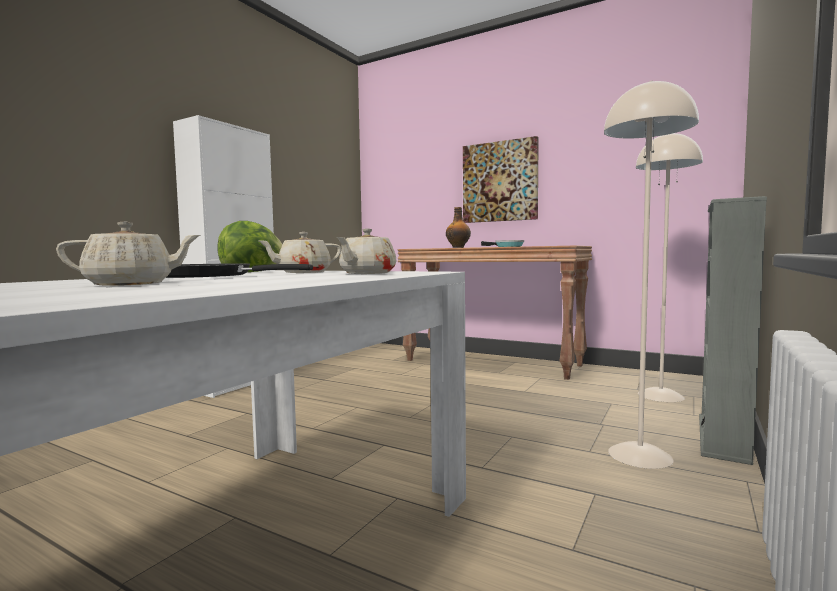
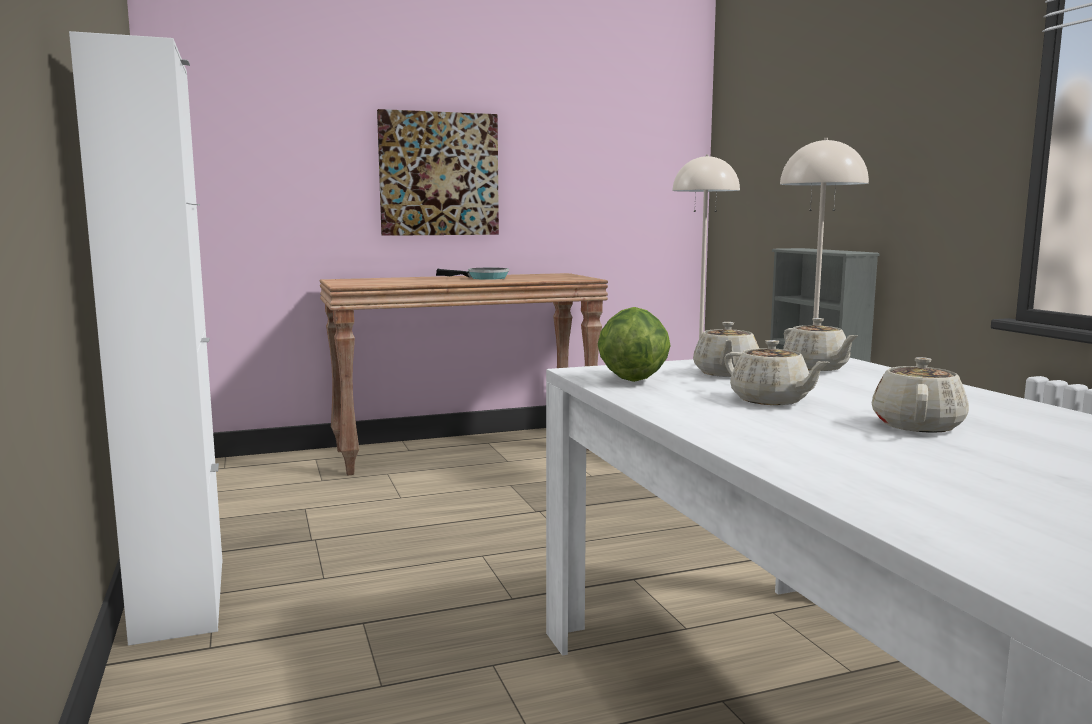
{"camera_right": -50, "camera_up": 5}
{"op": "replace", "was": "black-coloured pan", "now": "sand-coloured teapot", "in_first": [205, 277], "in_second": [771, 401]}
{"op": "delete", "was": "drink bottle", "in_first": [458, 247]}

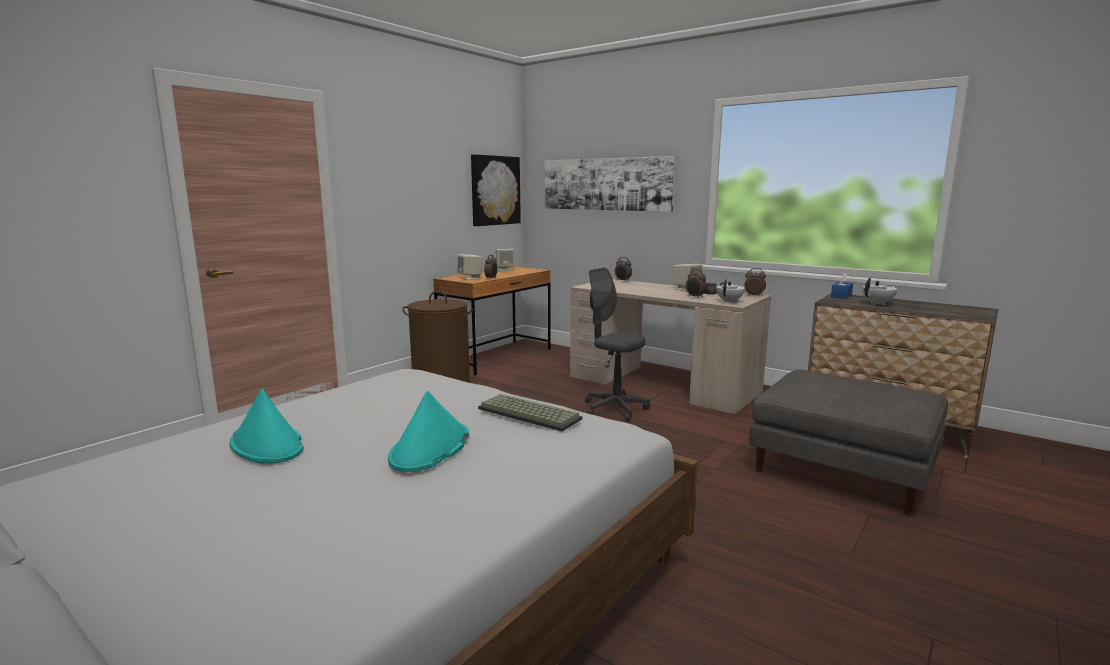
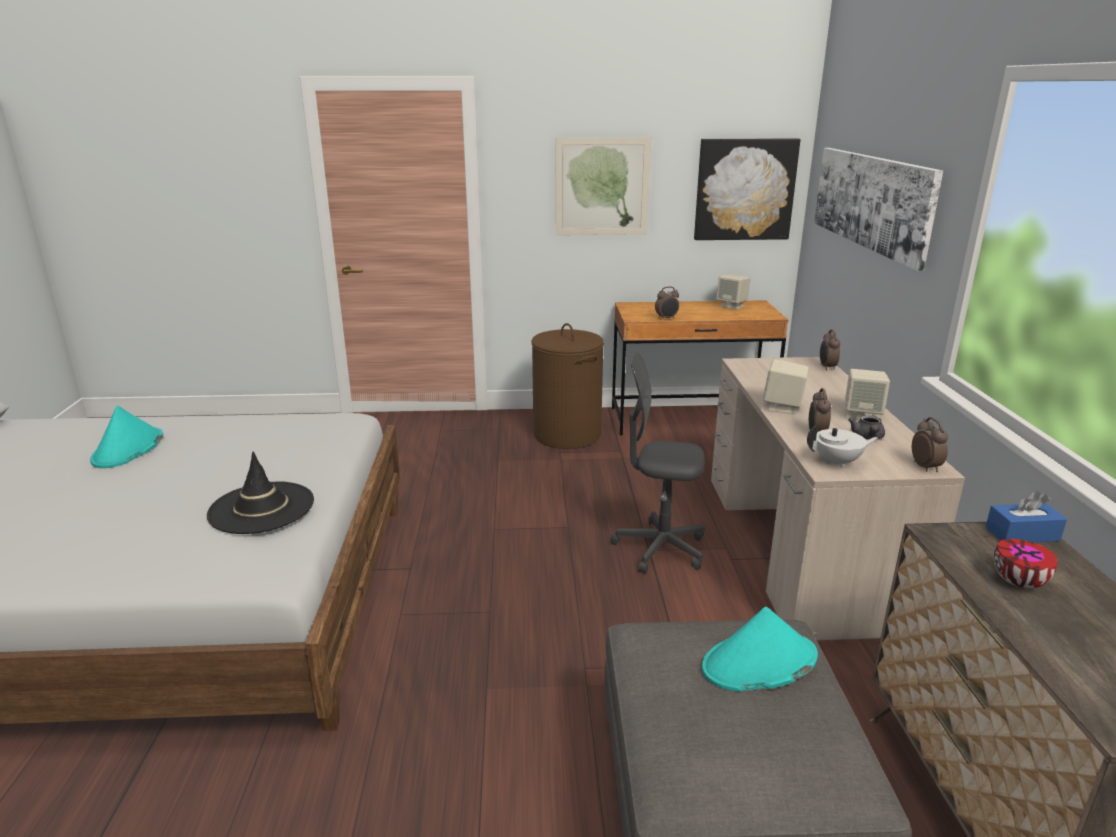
{"camera_right": 50, "camera_up": 10}
{"op": "replace", "was": "keyboard", "now": "black-coloured clothing hat", "in_first": [527, 414], "in_second": [261, 508]}
{"op": "insert", "now": "wall art", "in_second": [602, 187]}
{"op": "rotate", "was": "gray office chair", "in_first": [614, 409], "in_second": [660, 548], "clockwise": -75}
{"op": "move", "was": "blue-green clothing hat", "in_first": [430, 448], "in_second": [759, 663]}
{"op": "move", "was": "sand-coloured loudspeaker", "in_first": [470, 278], "in_second": [783, 407]}
{"op": "replace", "was": "white teapot", "now": "serving bowl", "in_first": [878, 303], "in_second": [1019, 583]}

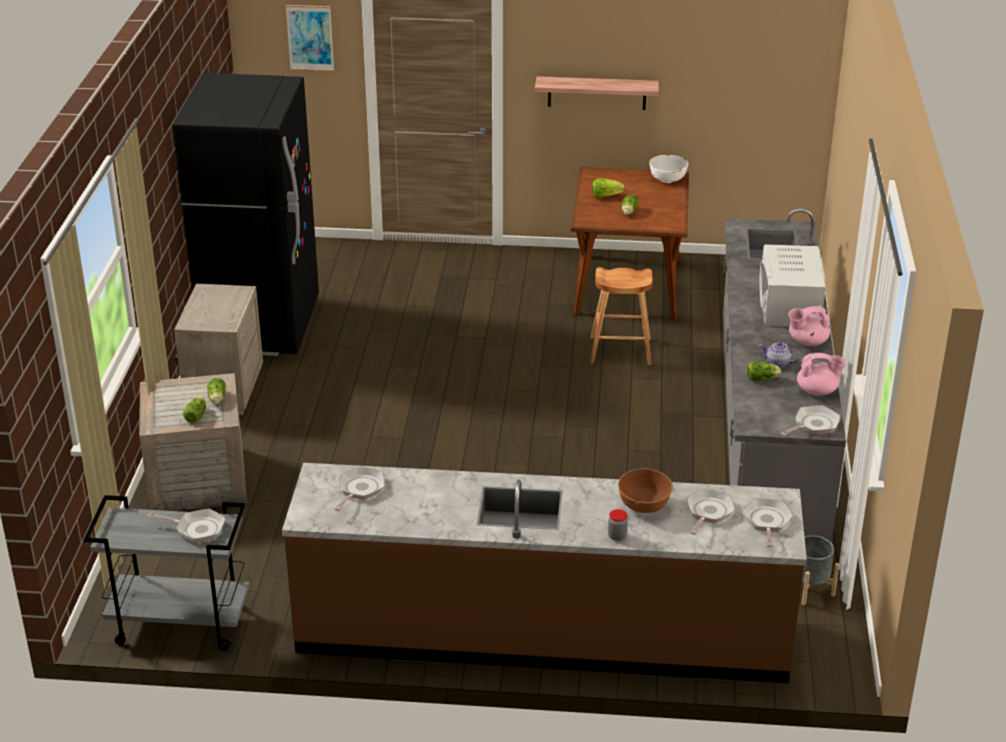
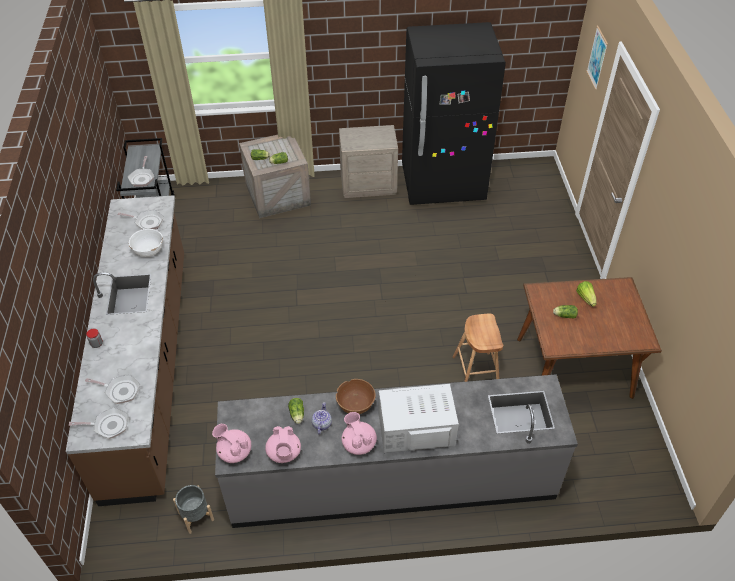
{"camera_right": 80, "camera_up": 15}
{"op": "move", "was": "white serving bowl", "in_first": [667, 179], "in_second": [148, 250]}
{"op": "replace", "was": "pan", "now": "pink-coloured teapot", "in_first": [813, 425], "in_second": [234, 451]}
{"op": "move", "was": "brown serving bowl", "in_first": [644, 505], "in_second": [355, 404]}
{"op": "delete", "was": "bracket shelf", "in_first": [597, 93]}

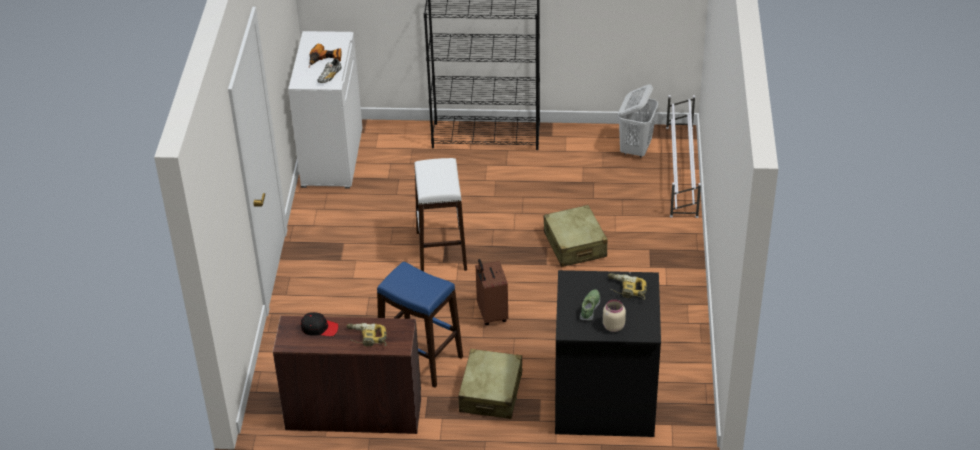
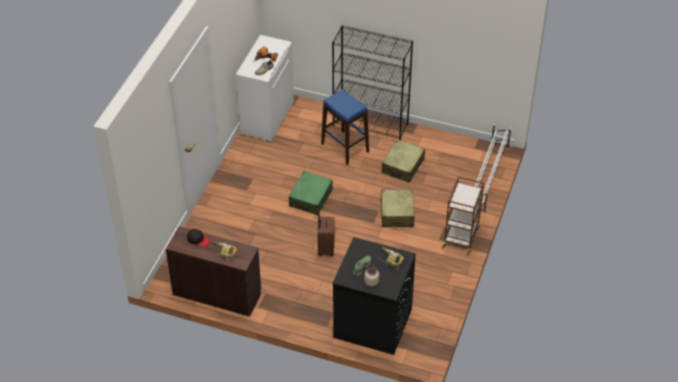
{"camera_right": 15, "camera_up": 5}
{"op": "replace", "was": "white sitting stool", "now": "green-coloured suitcase", "in_first": [441, 250], "in_second": [311, 198]}
{"op": "move", "was": "blue-coloured sitting stool", "in_first": [420, 359], "in_second": [344, 148]}
{"op": "move", "was": "sand-coloured suitcase", "in_first": [491, 392], "in_second": [403, 166]}
{"op": "insert", "now": "brown cart", "in_second": [461, 237]}
{"op": "delete", "was": "white laundry basket", "in_first": [636, 149]}

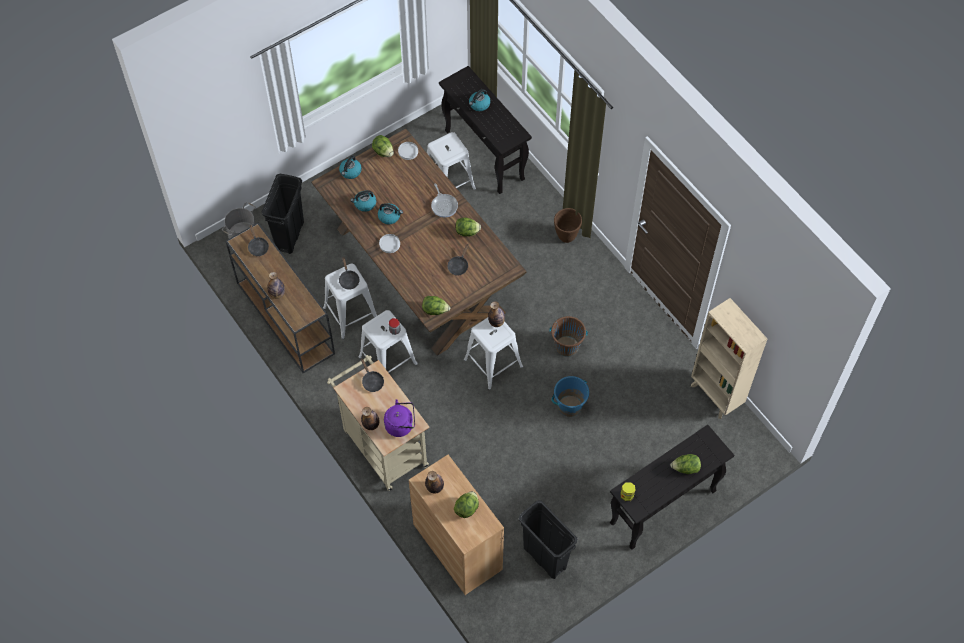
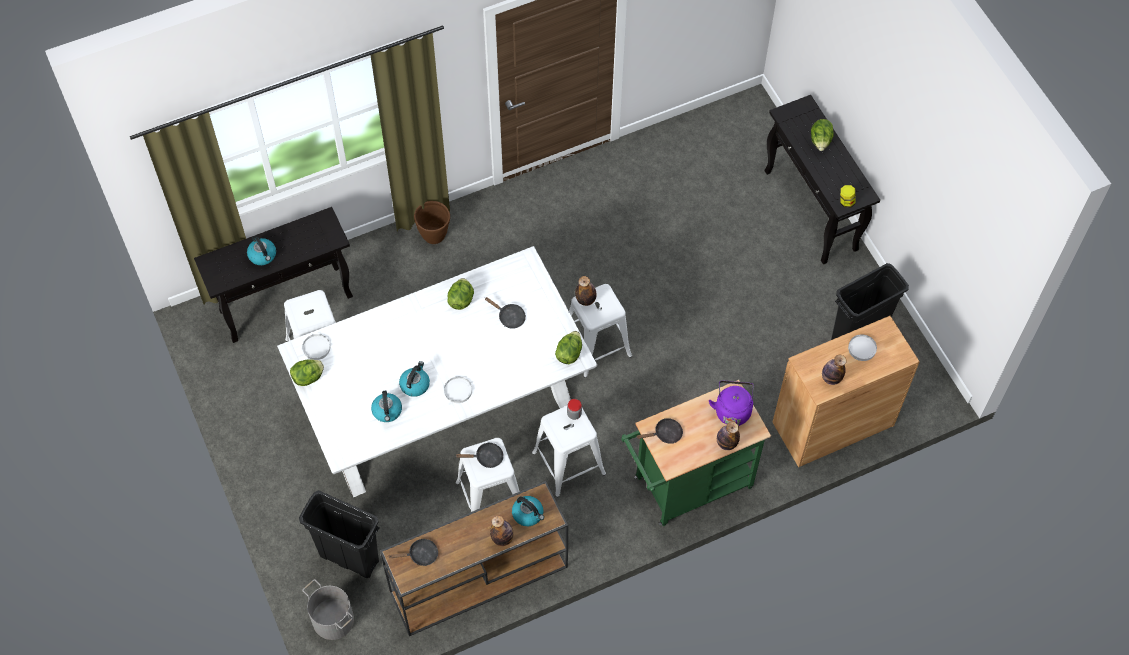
{"camera_right": -80, "camera_up": 0}
{"op": "recolor", "was": "brown dining table", "now": "white dining table", "in_first": [419, 269], "in_second": [442, 407]}
{"op": "move", "was": "tea kettle", "in_first": [350, 172], "in_second": [528, 514]}
{"op": "recolor", "was": "sand-coloured cart", "now": "green-coloured cart", "in_first": [382, 444], "in_second": [686, 486]}
{"op": "replace", "was": "head of lettuce", "now": "white flat dish", "in_first": [467, 508], "in_second": [862, 348]}
{"op": "delete", "was": "pan", "in_first": [444, 205]}
{"op": "delete", "was": "brown bucket", "in_first": [567, 346]}
{"op": "delete", "was": "blue-coloured bucket", "in_first": [569, 406]}
{"op": "delete", "was": "sand-coloured bookshelf", "in_first": [716, 396]}

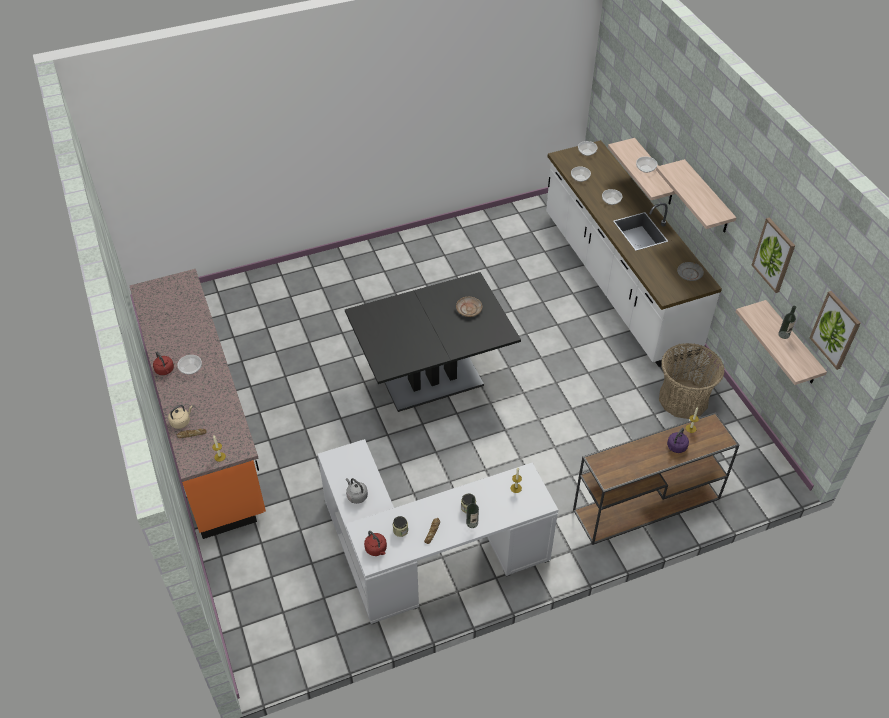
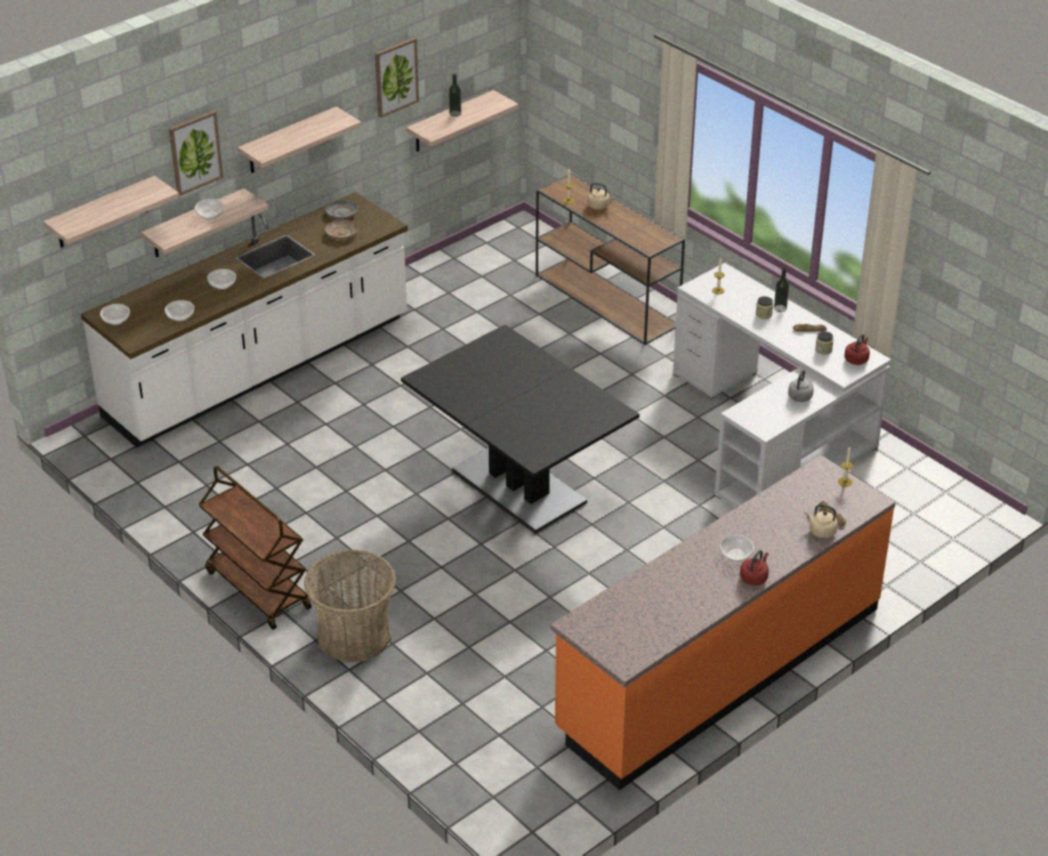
{"camera_right": -110, "camera_up": -10}
{"op": "insert", "now": "bracket shelf", "in_second": [102, 213]}
{"op": "move", "was": "wall art", "in_first": [835, 330], "in_second": [195, 152]}
{"op": "insert", "now": "brown cart", "in_second": [257, 589]}
{"op": "move", "was": "storage basket", "in_first": [683, 399], "in_second": [354, 636]}
{"op": "move", "was": "sand-coloured flat dish", "in_first": [469, 309], "in_second": [341, 234]}
{"op": "recolor", "was": "purple tea kettle", "now": "sand-coloured tea kettle", "in_first": [676, 447], "in_second": [599, 206]}

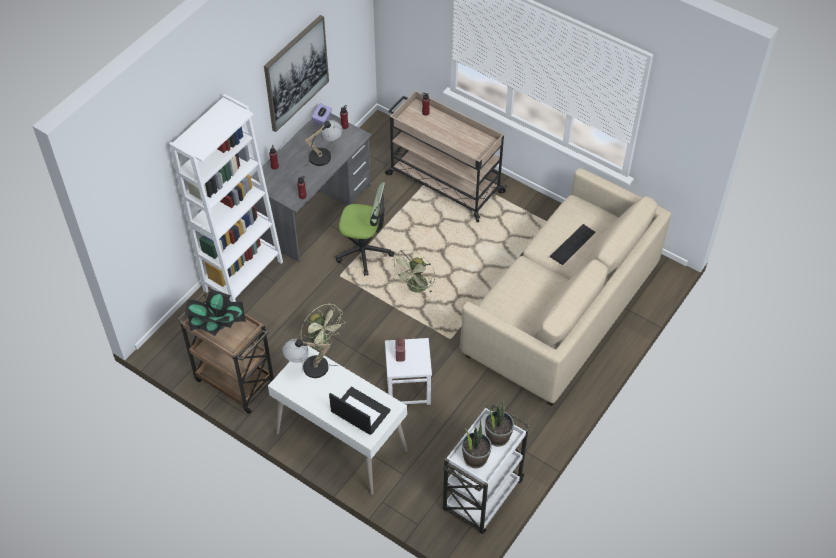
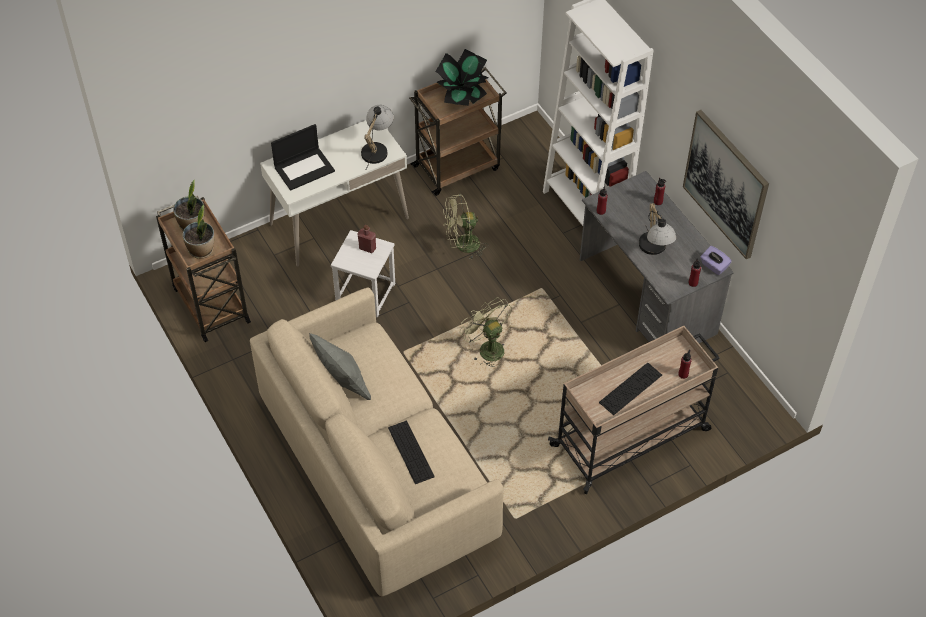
{"camera_right": 115, "camera_up": 0}
{"op": "recolor", "was": "white cart", "now": "brown cart", "in_first": [482, 497], "in_second": [210, 304]}
{"op": "insert", "now": "gray cushion", "in_second": [342, 384]}
{"op": "insert", "now": "keyboard", "in_second": [630, 389]}
{"op": "delete", "was": "office chair", "in_first": [364, 251]}

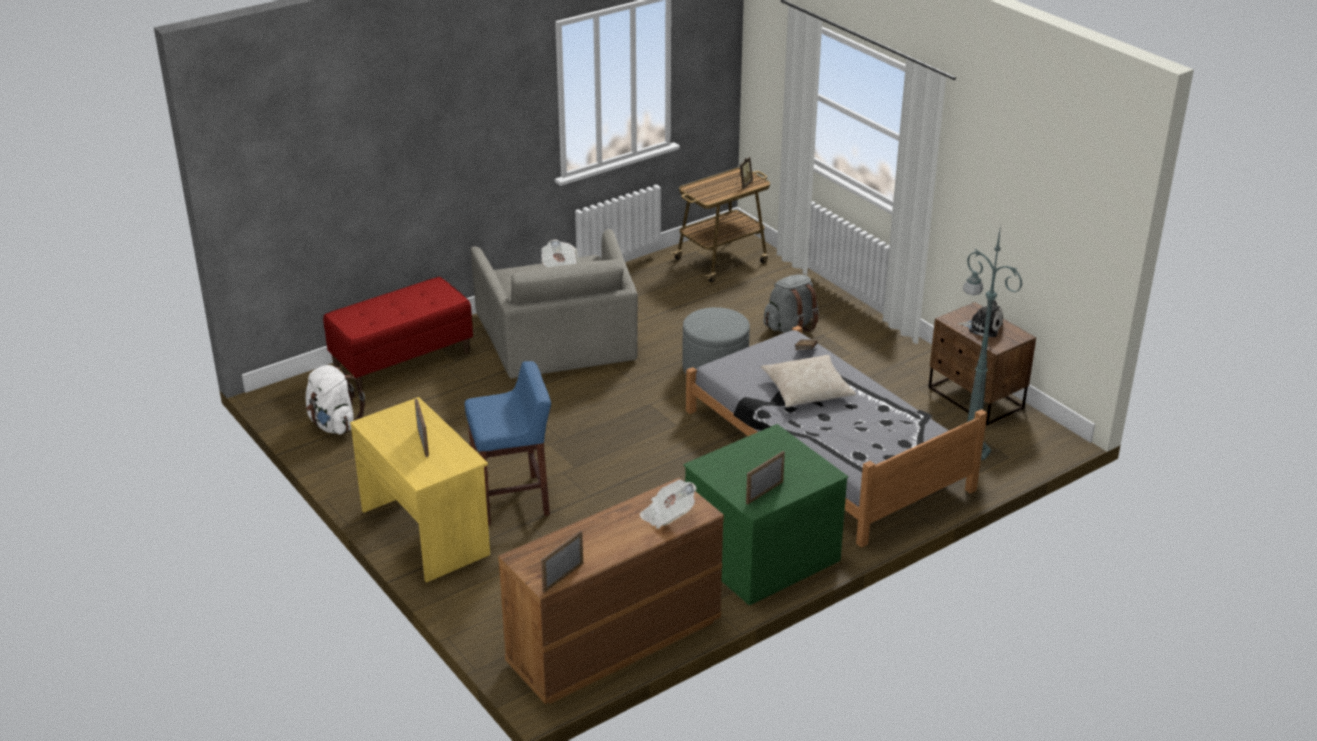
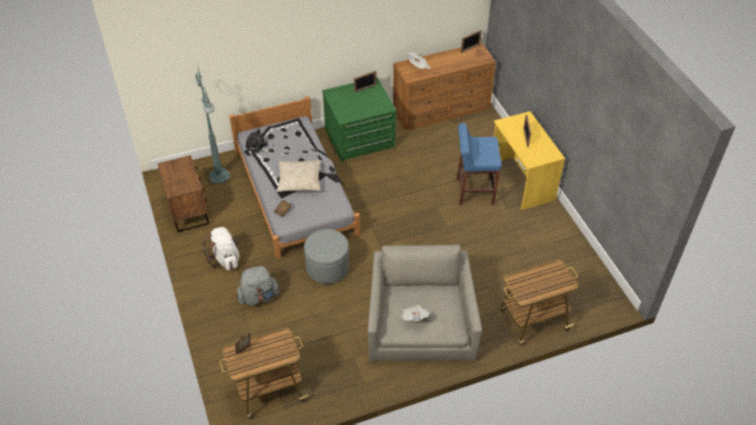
{"camera_right": -165, "camera_up": 15}
{"op": "move", "was": "white rucksack", "in_first": [334, 424], "in_second": [225, 259]}
{"op": "move", "was": "soft toy", "in_first": [983, 327], "in_second": [257, 146]}
{"op": "replace", "was": "red-coloured long seat", "now": "cart", "in_first": [402, 359], "in_second": [532, 320]}

